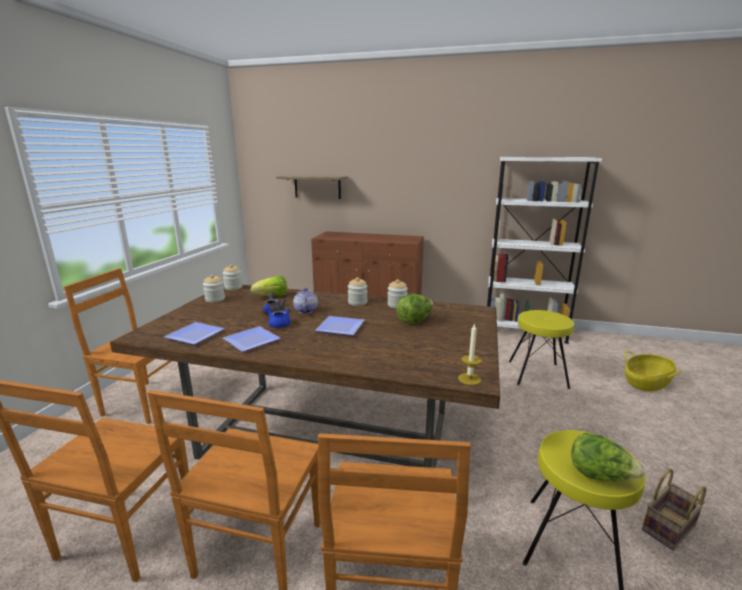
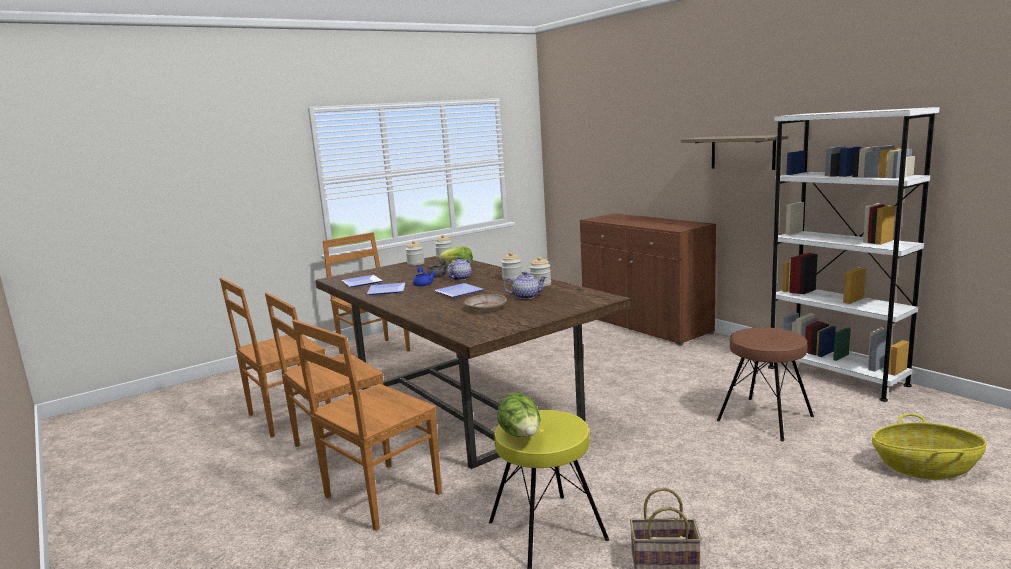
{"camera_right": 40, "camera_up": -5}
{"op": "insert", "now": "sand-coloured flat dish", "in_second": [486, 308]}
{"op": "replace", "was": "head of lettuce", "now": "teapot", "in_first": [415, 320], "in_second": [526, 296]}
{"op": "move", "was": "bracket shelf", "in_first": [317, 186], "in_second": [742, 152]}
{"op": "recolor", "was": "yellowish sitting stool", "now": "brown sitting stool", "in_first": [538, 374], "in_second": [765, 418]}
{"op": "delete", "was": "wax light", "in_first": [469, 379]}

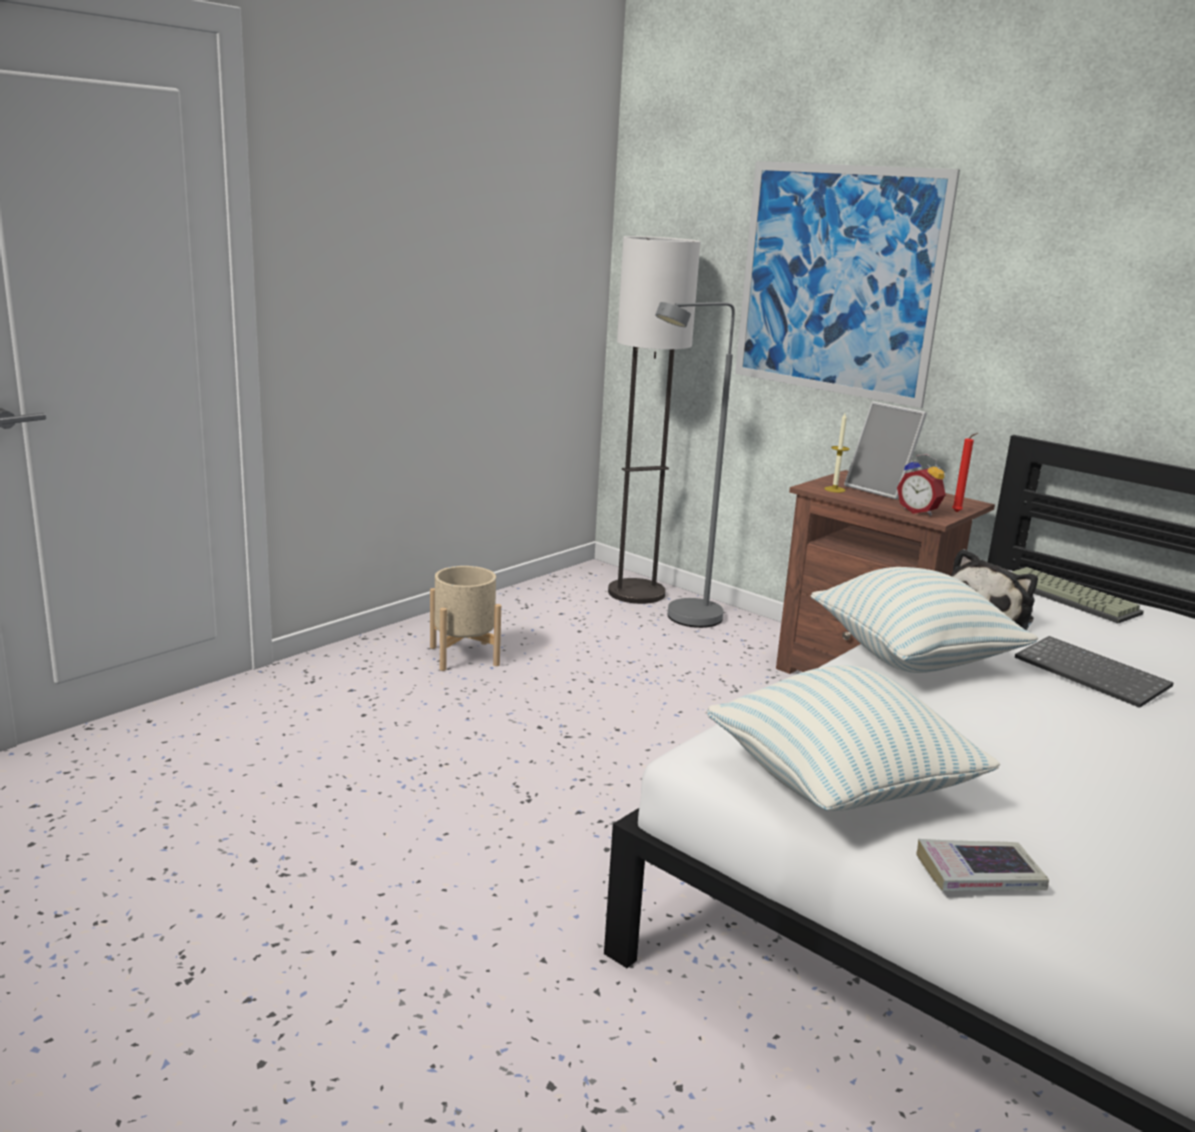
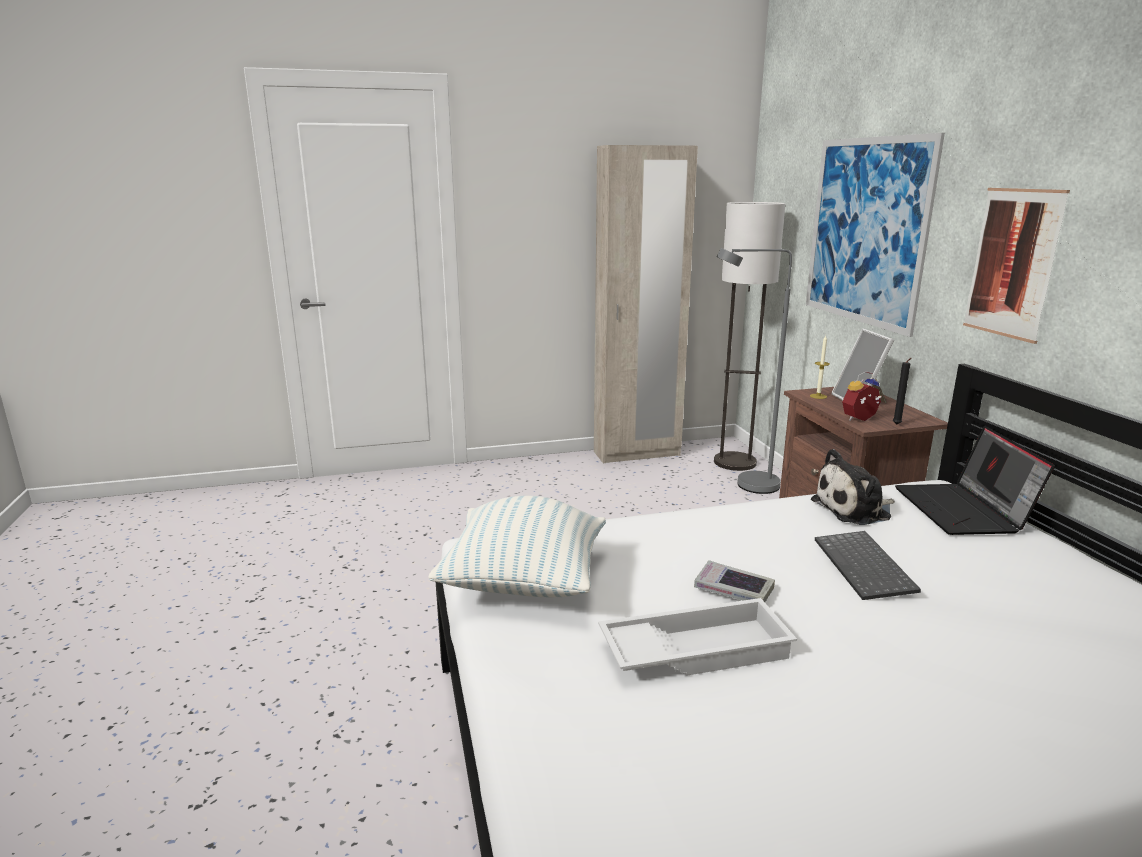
{"camera_right": 35, "camera_up": 0}
{"op": "insert", "now": "sand-coloured clothes cupboard", "in_second": [637, 454]}
{"op": "insert", "now": "white serving tray", "in_second": [695, 649]}
{"op": "move", "was": "bound book", "in_first": [979, 875], "in_second": [733, 589]}
{"op": "rotate", "was": "table clock", "in_first": [919, 511], "in_second": [861, 419], "clockwise": 75}
{"op": "recolor", "was": "red-coloured wax light", "now": "black-coloured wax light", "in_first": [958, 512], "in_second": [897, 425]}
{"op": "replace", "was": "keyboard", "now": "notebook computer", "in_first": [1071, 597], "in_second": [964, 511]}
{"op": "insert", "now": "wall art", "in_second": [1013, 263]}
{"op": "delete", "was": "sand-coloured plant pot", "in_first": [463, 656]}
{"op": "delete", "was": "cushion", "in_first": [913, 658]}

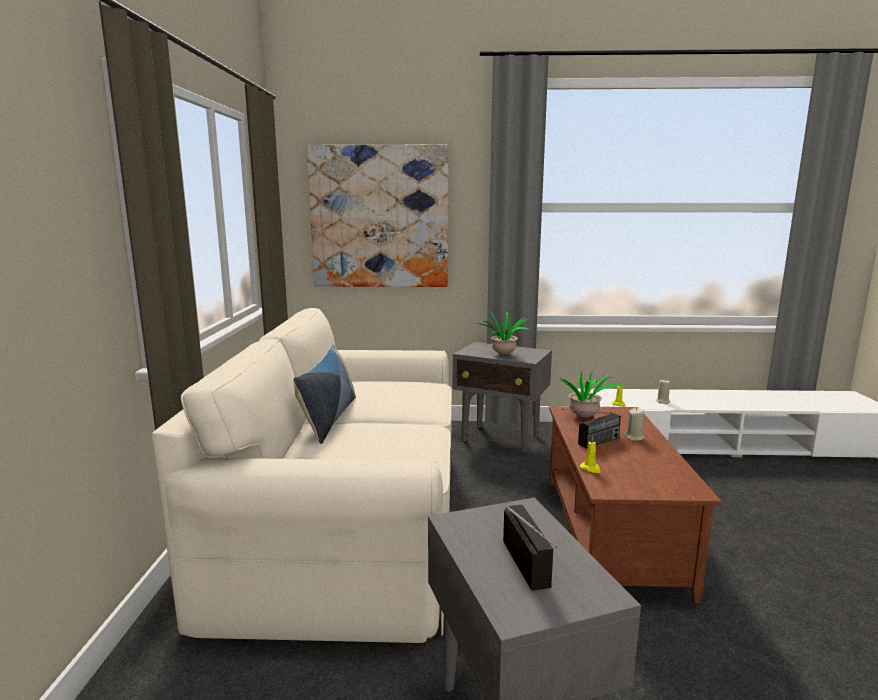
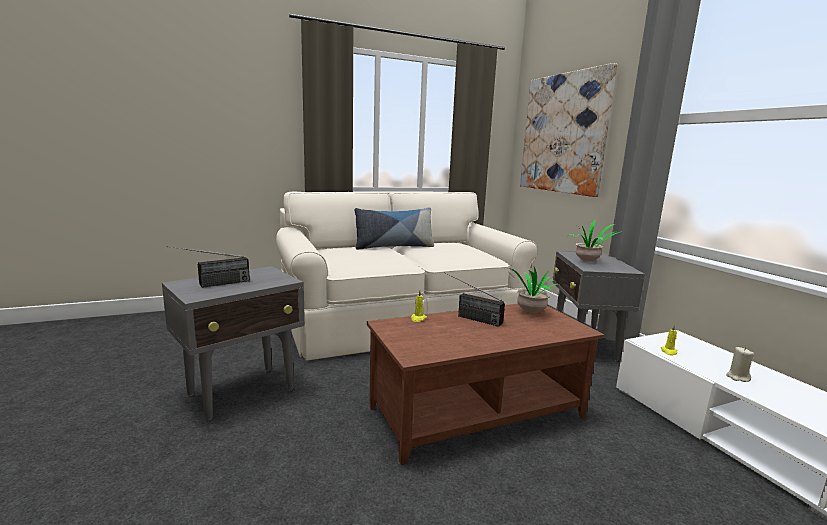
{"camera_right": 65, "camera_up": 0}
{"op": "delete", "was": "sand-coloured wax light", "in_first": [634, 437]}

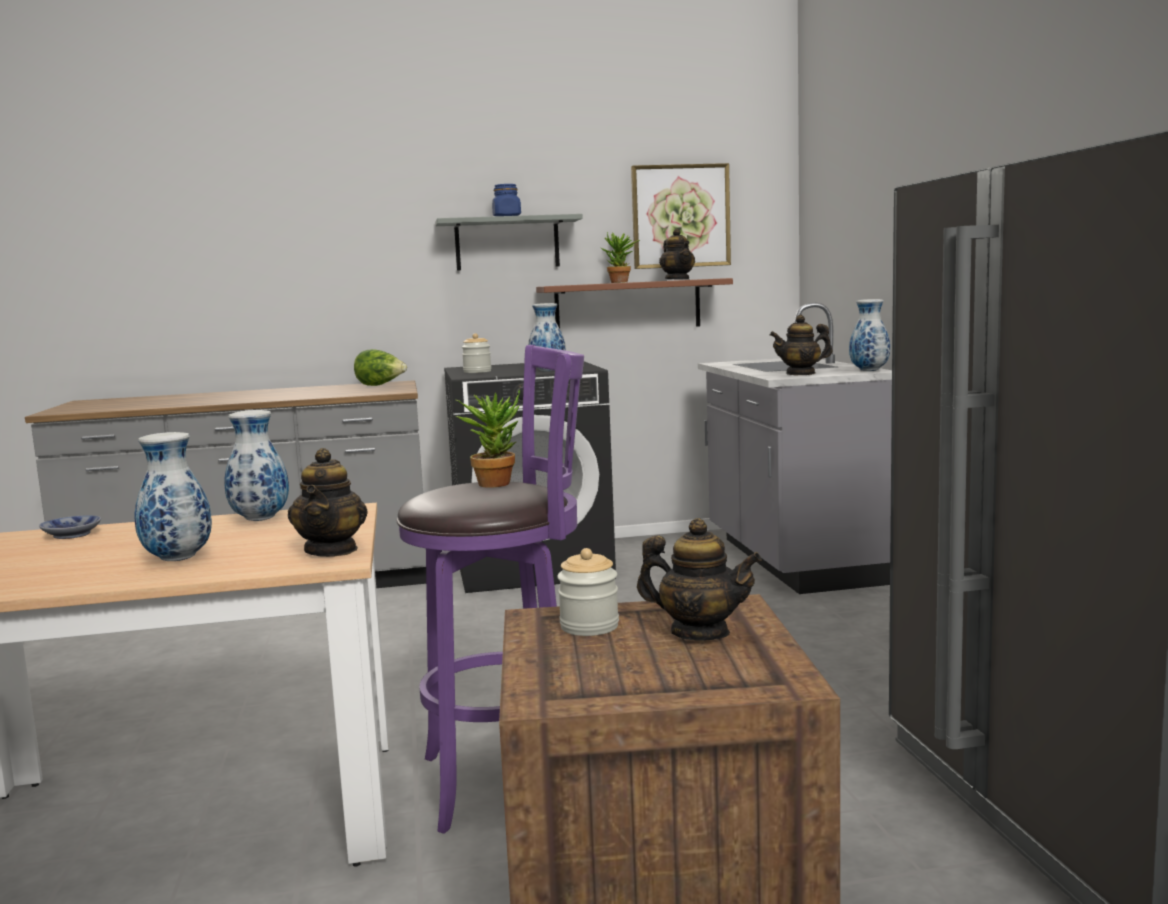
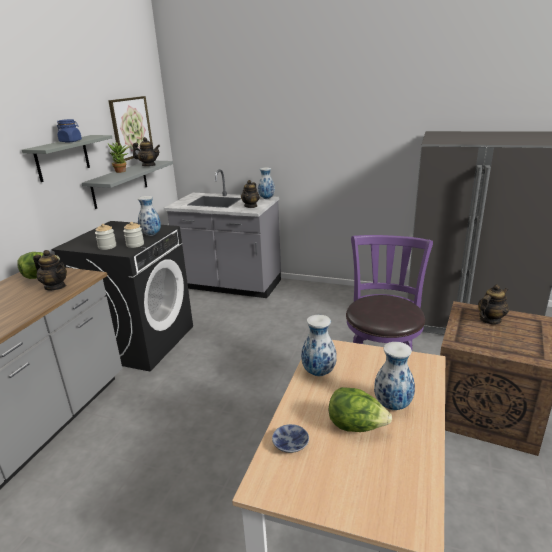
{"camera_right": -60, "camera_up": 15}
{"op": "move", "was": "teapot", "in_first": [332, 550], "in_second": [55, 287]}
{"op": "recolor", "was": "brown bracket shelf", "now": "gray bracket shelf", "in_first": [628, 306], "in_second": [120, 183]}
{"op": "move", "was": "preserve jar", "in_first": [589, 626], "in_second": [135, 244]}
{"op": "insert", "now": "head of lettuce", "in_second": [356, 426]}
{"op": "delete", "was": "houseplant", "in_first": [496, 482]}

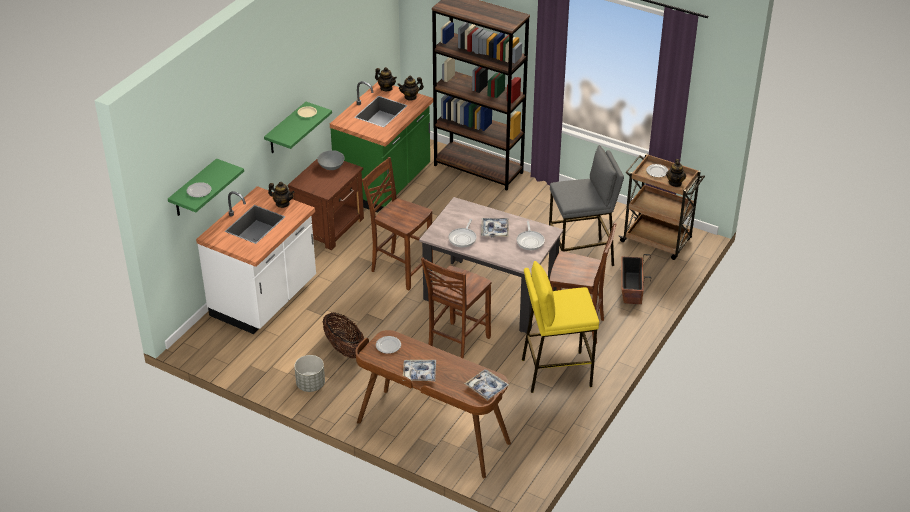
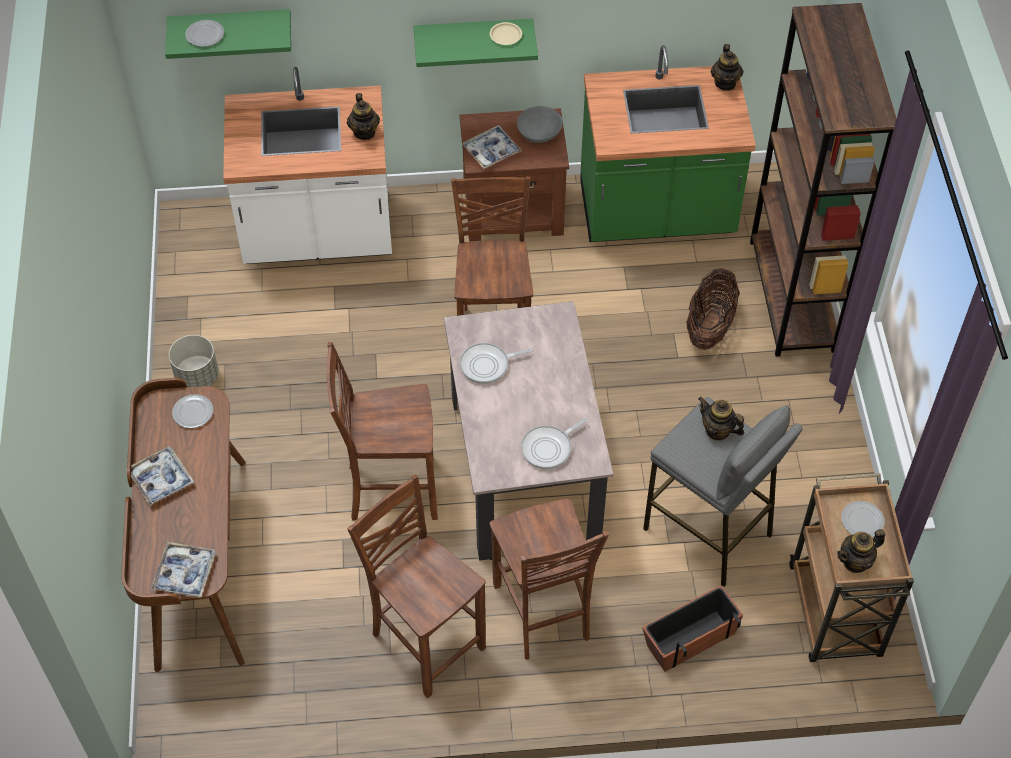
{"camera_right": 55, "camera_up": 15}
{"op": "replace", "was": "yellowish sitting stool", "now": "brown plain chair", "in_first": [556, 372], "in_second": [426, 640]}
{"op": "move", "was": "serving tray", "in_first": [494, 230], "in_second": [491, 151]}
{"op": "move", "was": "storage basket", "in_first": [344, 349], "in_second": [709, 326]}
{"op": "move", "was": "teapot", "in_first": [410, 97], "in_second": [717, 430]}

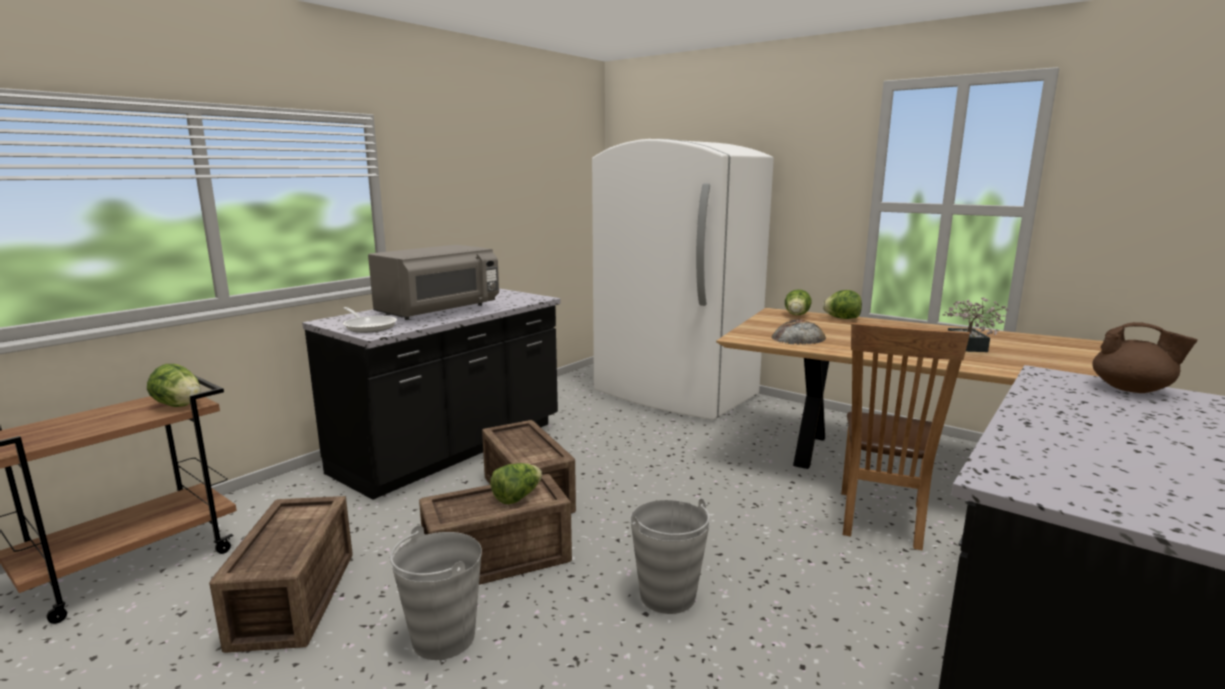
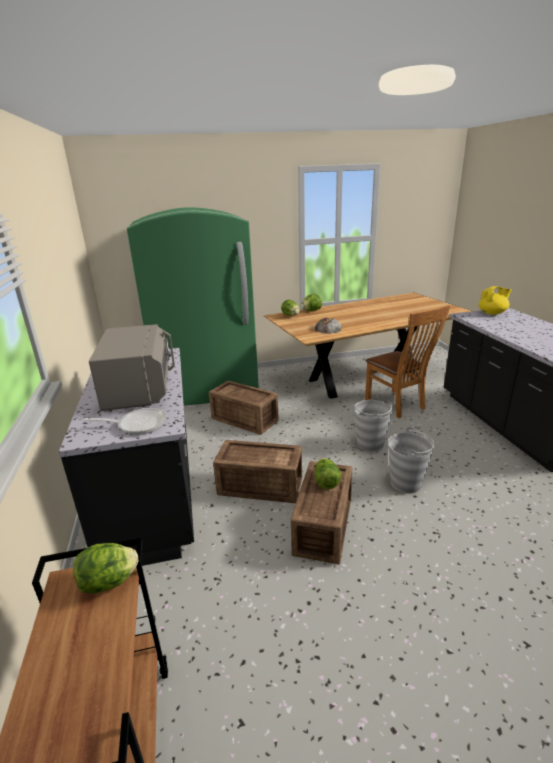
{"camera_right": -50, "camera_up": 10}
{"op": "recolor", "was": "white refrigerator", "now": "green-coloured refrigerator", "in_first": [674, 394], "in_second": [207, 388]}
{"op": "move", "was": "packing crate", "in_first": [291, 600], "in_second": [244, 420]}
{"op": "move", "was": "gray bucket", "in_first": [442, 638], "in_second": [370, 444]}
{"op": "recolor", "was": "brown teapot", "now": "yellowish teapot", "in_first": [1132, 389], "in_second": [492, 313]}
{"op": "delete", "was": "houseplant", "in_first": [968, 348]}

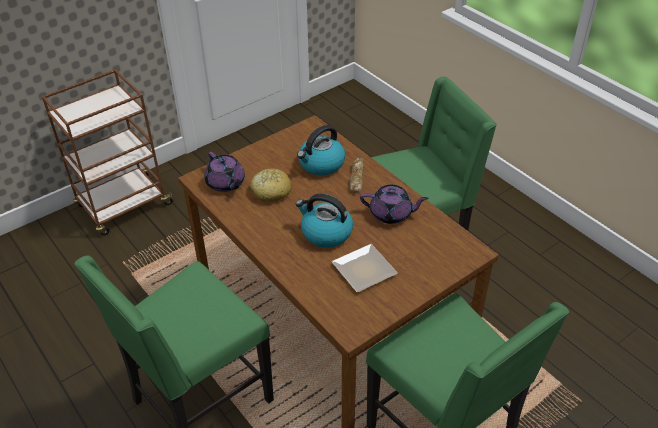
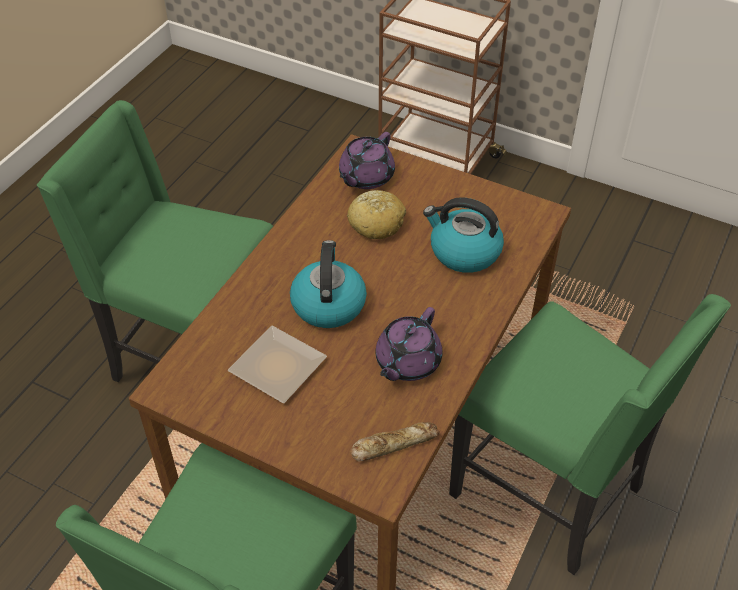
{"camera_right": 65, "camera_up": 5}
{"op": "move", "was": "bread", "in_first": [356, 177], "in_second": [393, 444]}
{"op": "rotate", "was": "purple teapot", "in_first": [391, 214], "in_second": [407, 362], "clockwise": 45}

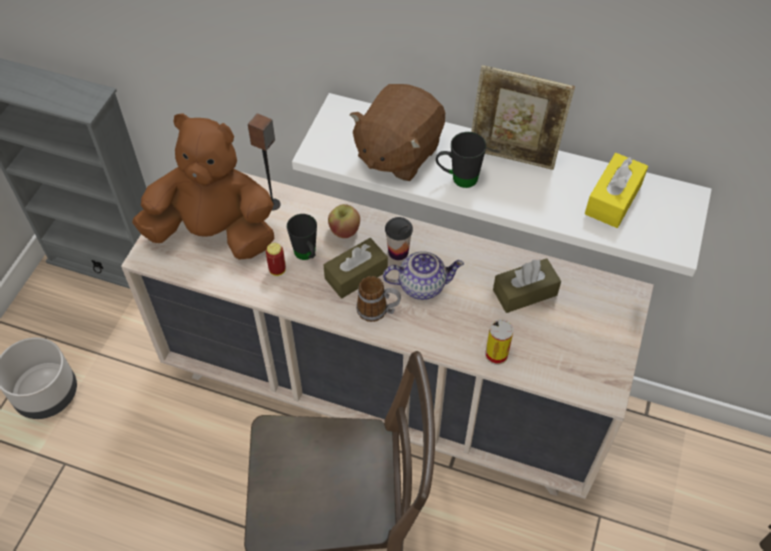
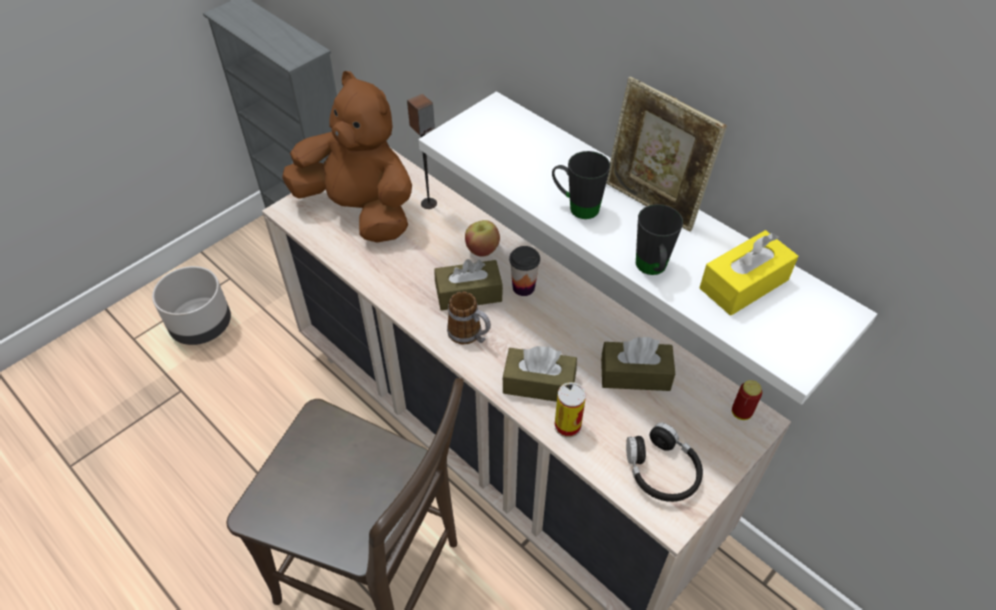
{"camera_right": 25, "camera_up": -5}
{"op": "insert", "now": "brown tissue box", "in_second": [539, 384]}
{"op": "insert", "now": "black-coloured headphones", "in_second": [661, 470]}
{"op": "move", "was": "black-coloured mug", "in_first": [307, 256], "in_second": [652, 270]}
{"op": "move", "was": "can", "in_first": [277, 270], "in_second": [741, 412]}
{"op": "delete", "was": "brown soft toy", "in_first": [397, 153]}
{"op": "delete", "was": "teapot", "in_first": [422, 285]}

